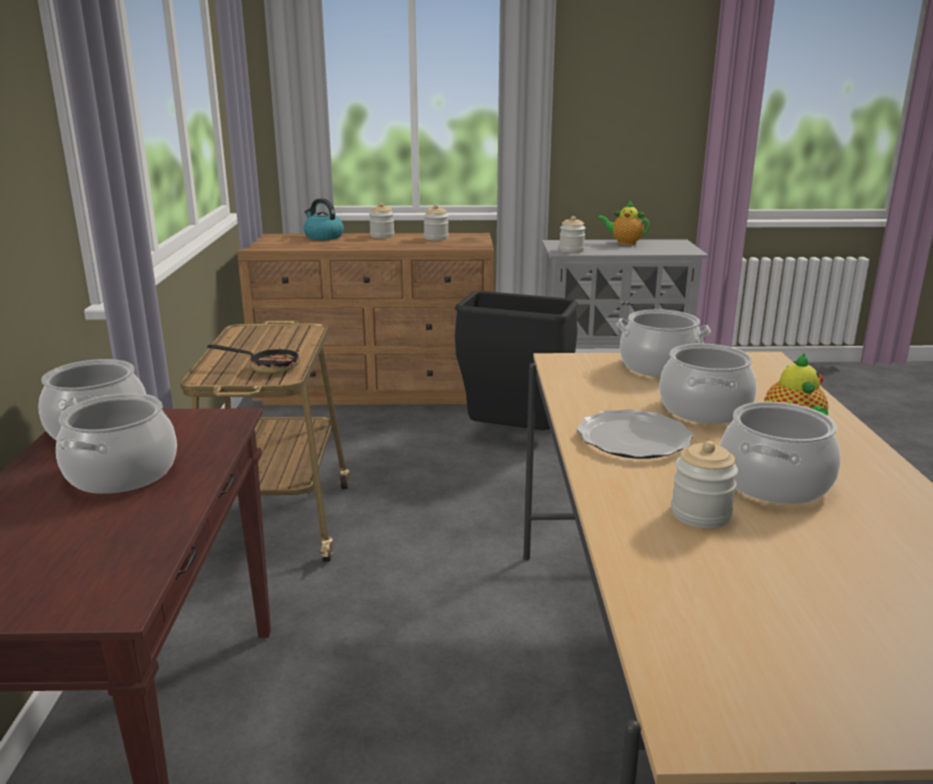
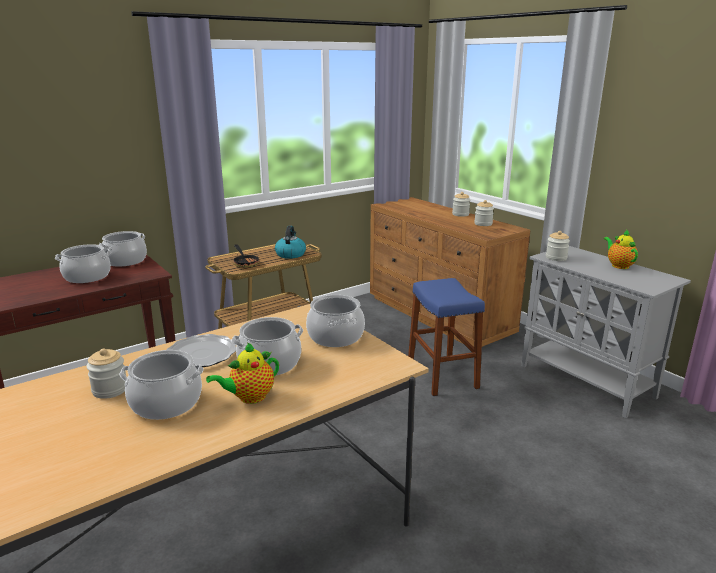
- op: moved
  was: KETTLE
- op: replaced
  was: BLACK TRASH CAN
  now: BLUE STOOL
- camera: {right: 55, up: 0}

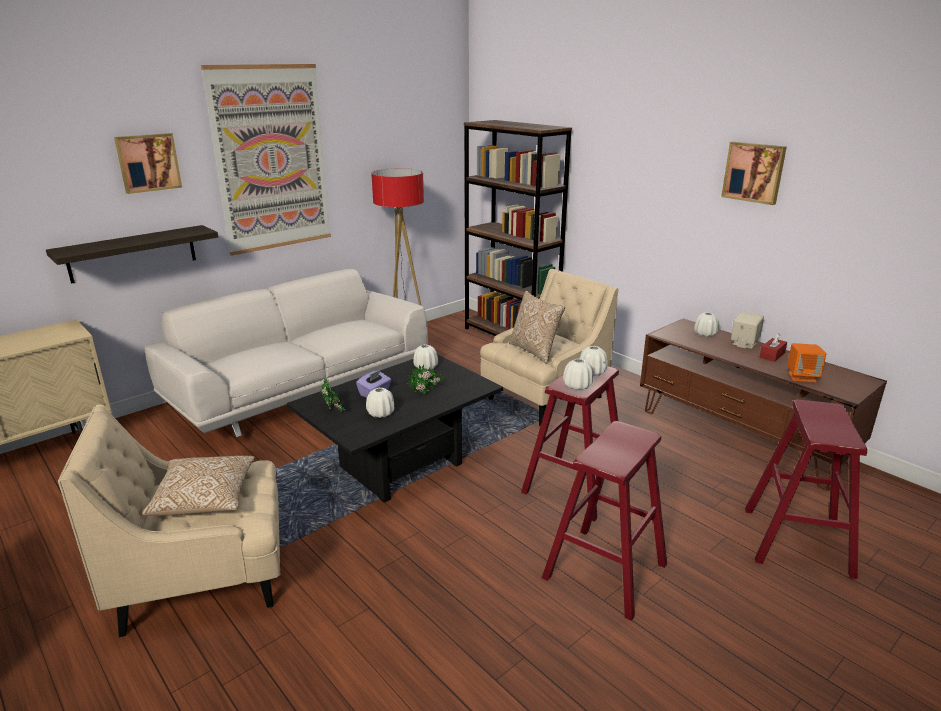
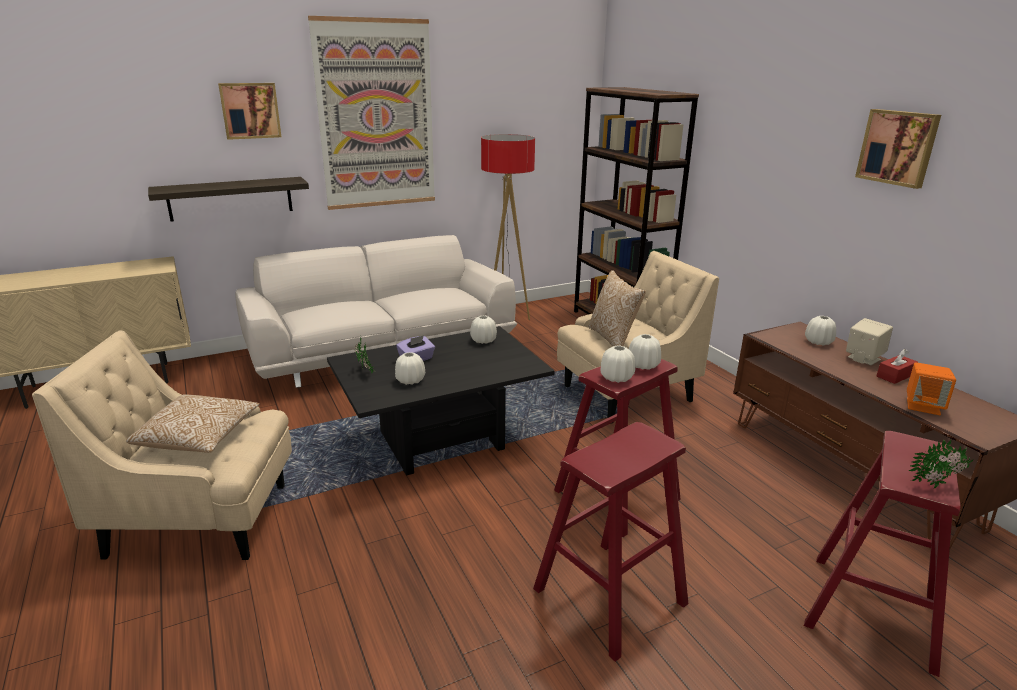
- op: moved
  was: POTTED PLANT (2nd from left)
- camera: {right: 15, up: 0}

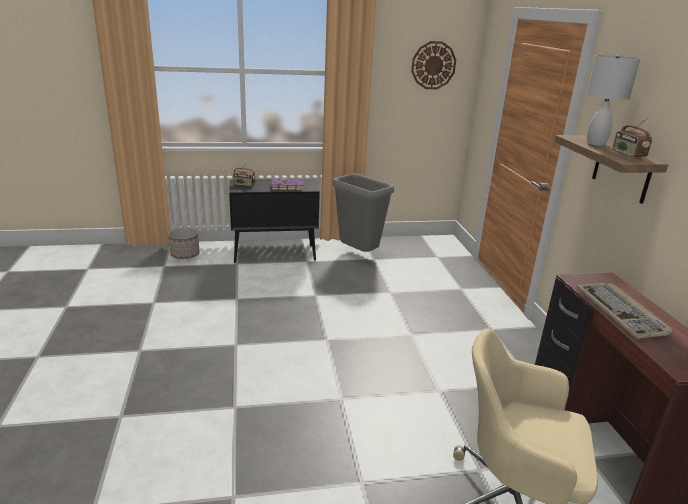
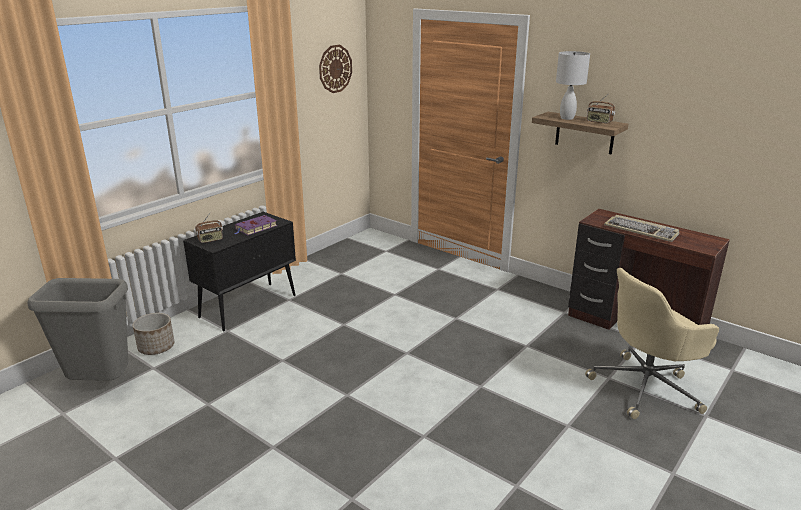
- op: moved
  was: GREY TRASH CAN
- camera: {right: -40, up: 0}

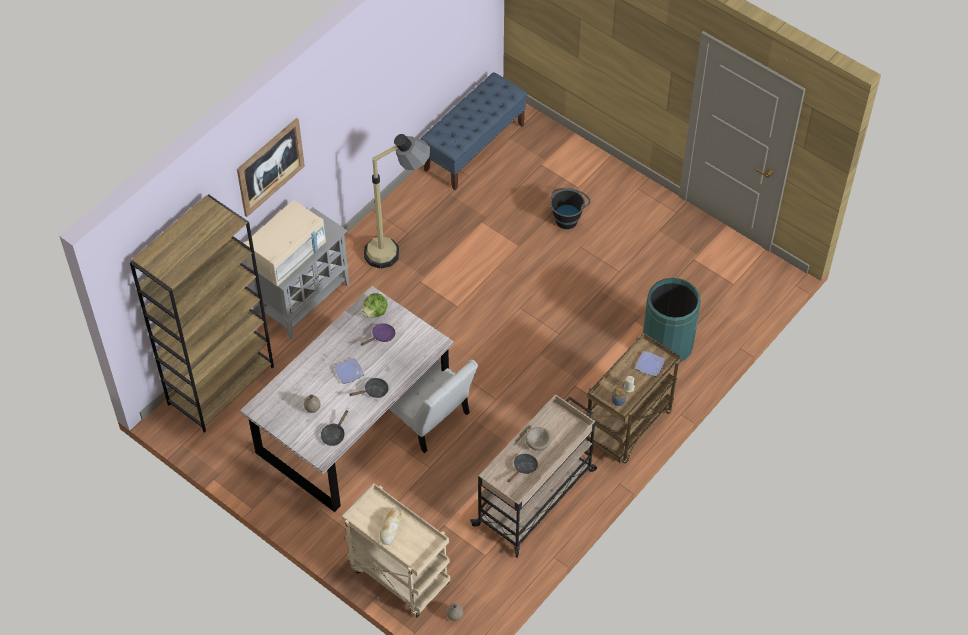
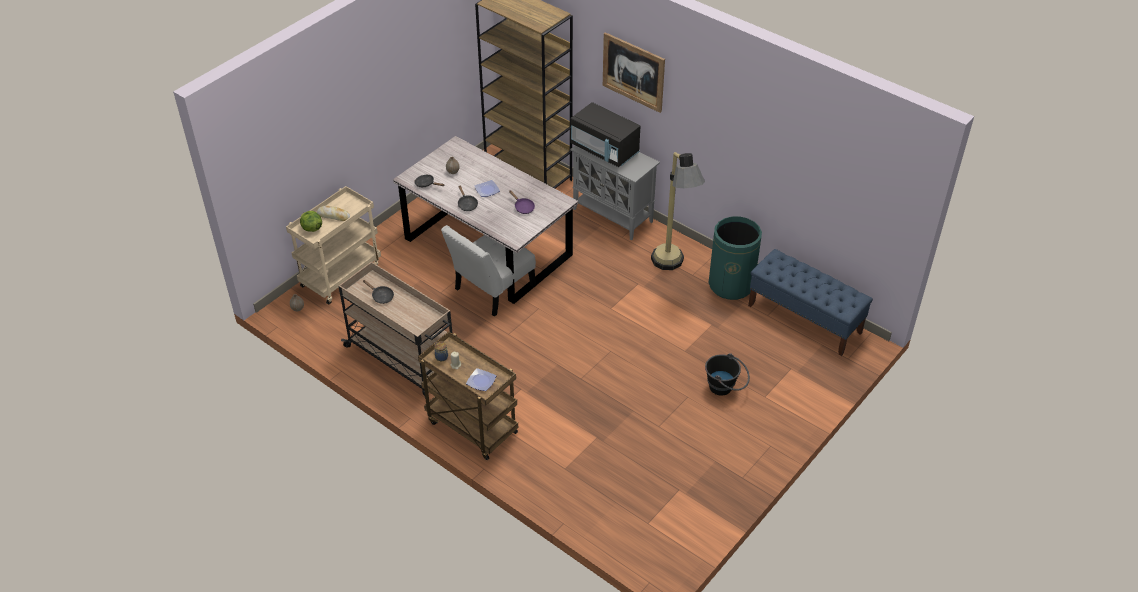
- op: moved
  was: LETTUCE
- op: recoloured
  was: BEIGE MICROWAVE
  now: BLACK MICROWAVE
- op: moved
  was: GREEN TRASH CAN
- op: removed
  was: BEIGE BOWL
- camera: {right: 90, up: -10}

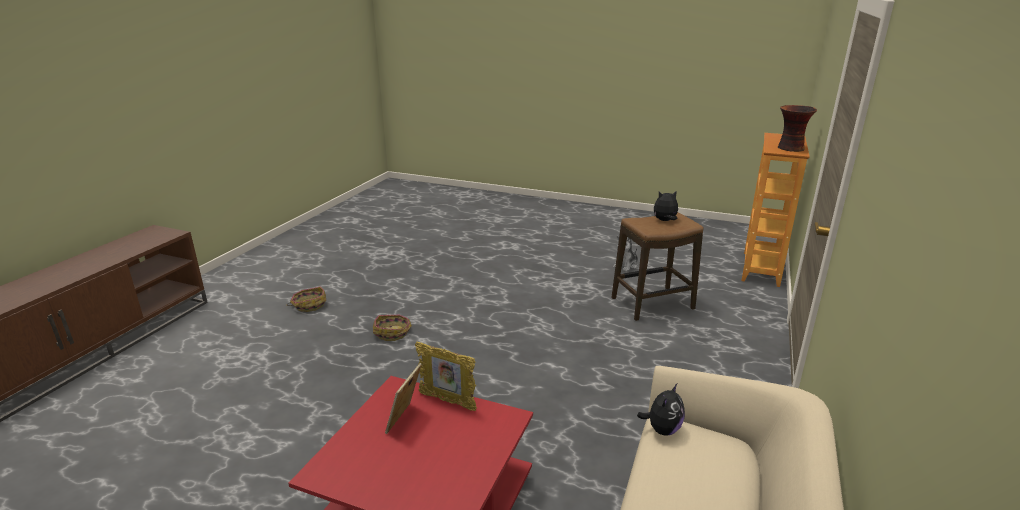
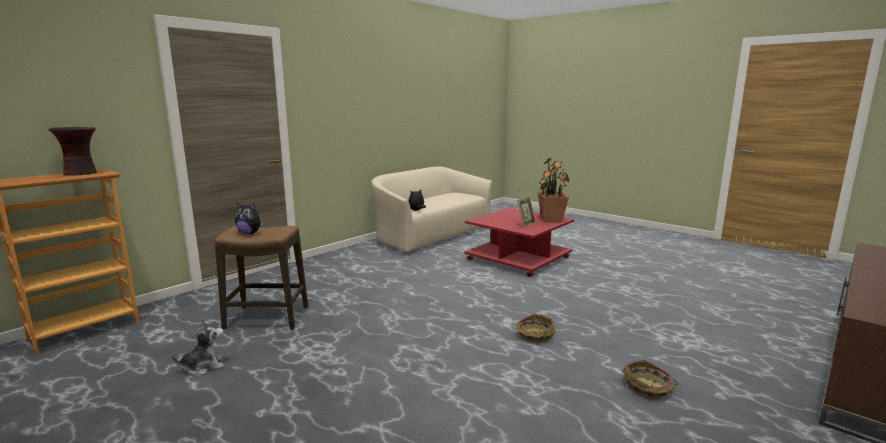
- op: added
  now: POTTED PLANT
- op: removed
  was: PICTURE FRAME (2nd from left)
- camera: {right: -160, up: -10}

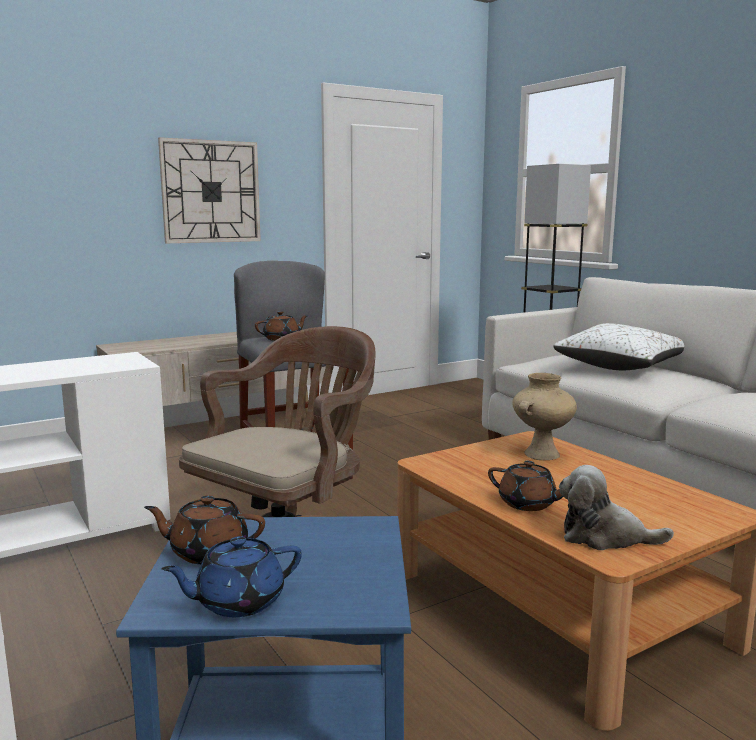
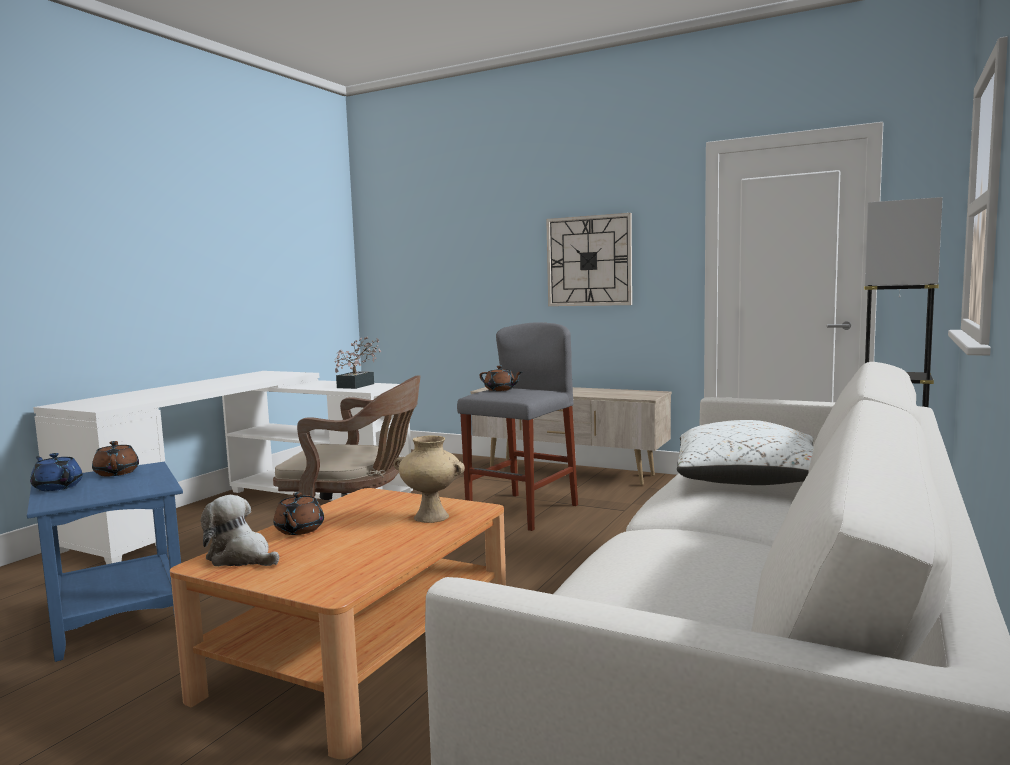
- op: turned
  was: PLUSH TOY
  clockwise: -45
- op: added
  now: POTTED PLANT
- camera: {right: 60, up: -5}

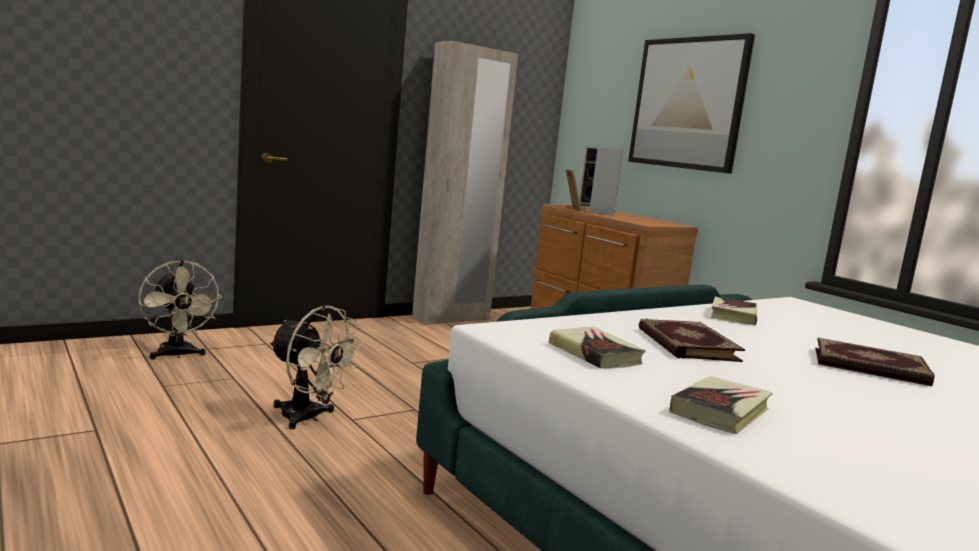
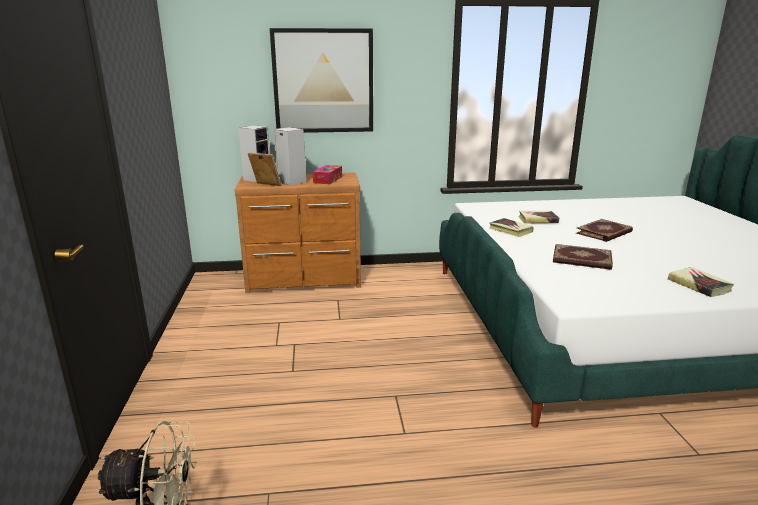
- op: added
  now: TISSUE BOX
- op: moved
  was: BOOK (1st from left in the first image)
  now: BOOK (2nd from left)
- op: removed
  was: BEIGE FAN (2nd from left)
- op: removed
  was: BEIGE WARDROBE
- camera: {right: -60, up: 10}

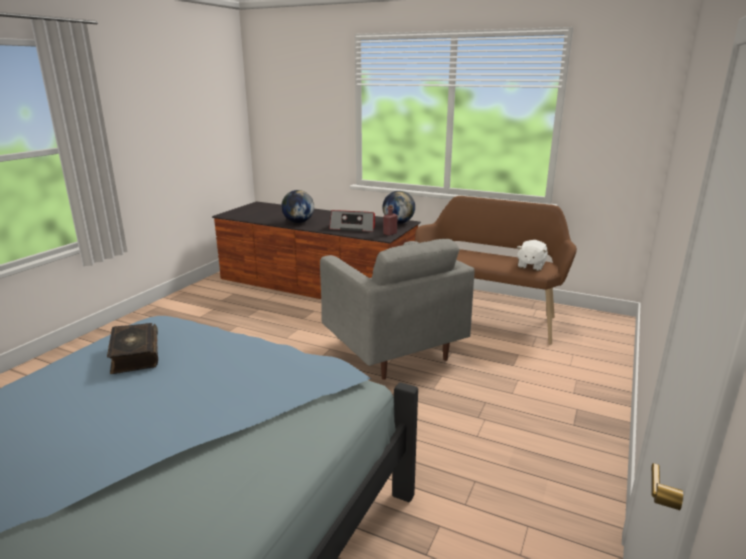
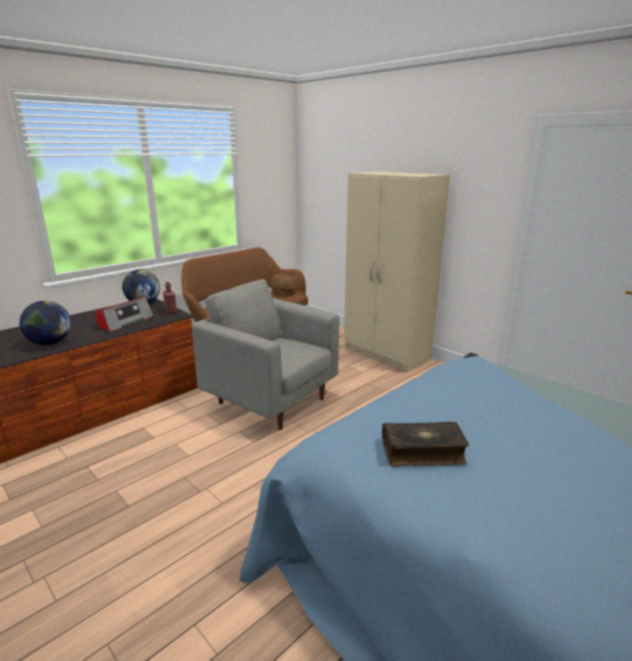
- op: turned
  was: GREY ARMCHAIR
  clockwise: -135
- op: recoloured
  was: WHITE PLUSH TOY
  now: BROWN PLUSH TOY
- op: added
  now: BEIGE WARDROBE
- camera: {right: -70, up: 0}

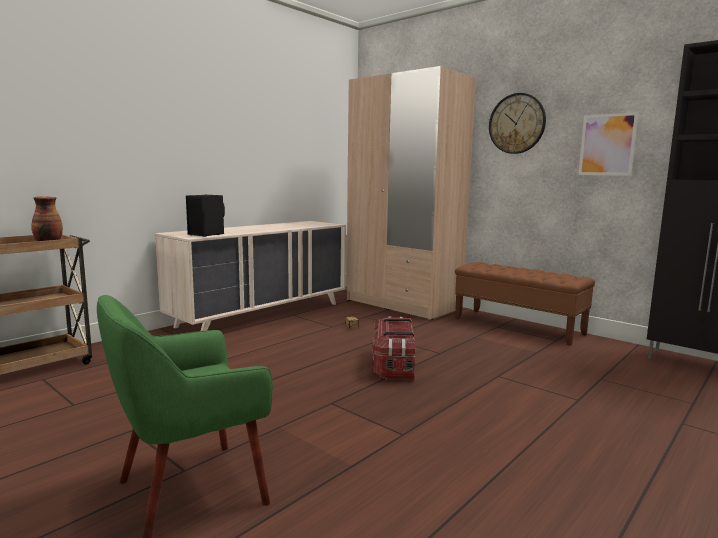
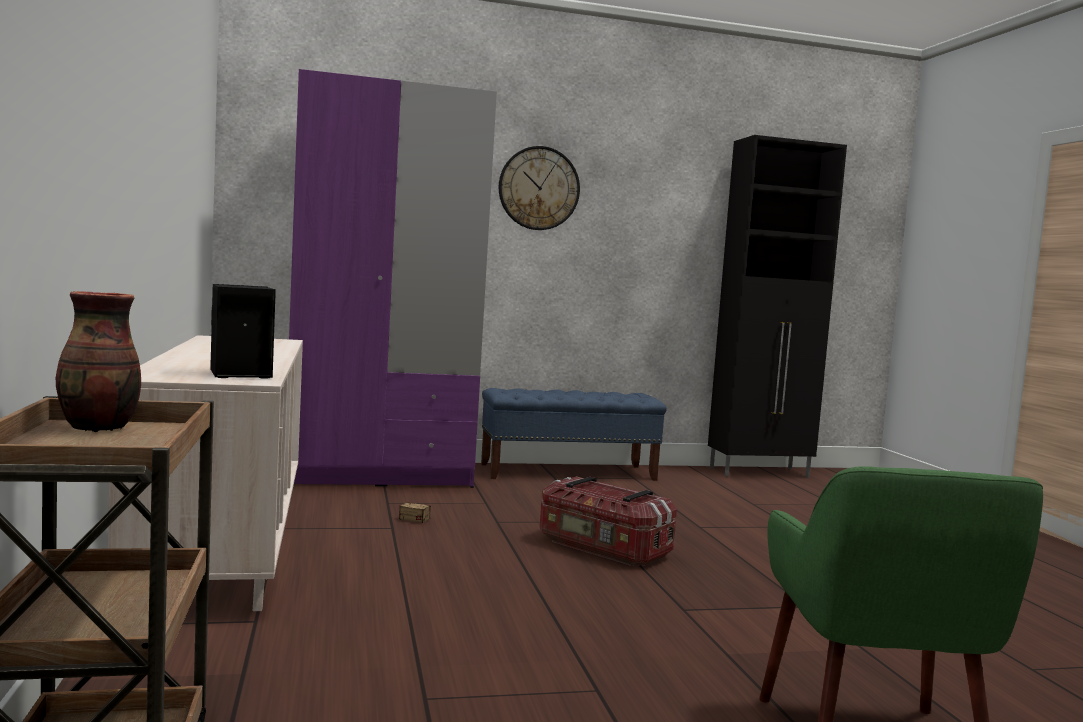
- op: recoloured
  was: BEIGE WARDROBE
  now: PURPLE WARDROBE
- op: recoloured
  was: BROWN BENCH
  now: BLUE BENCH
- op: removed
  was: PICTURE
- camera: {right: -55, up: -5}

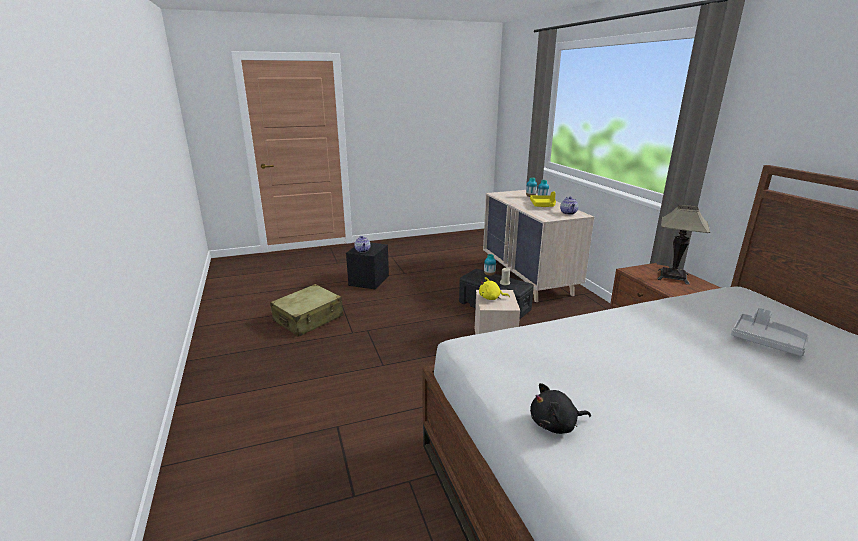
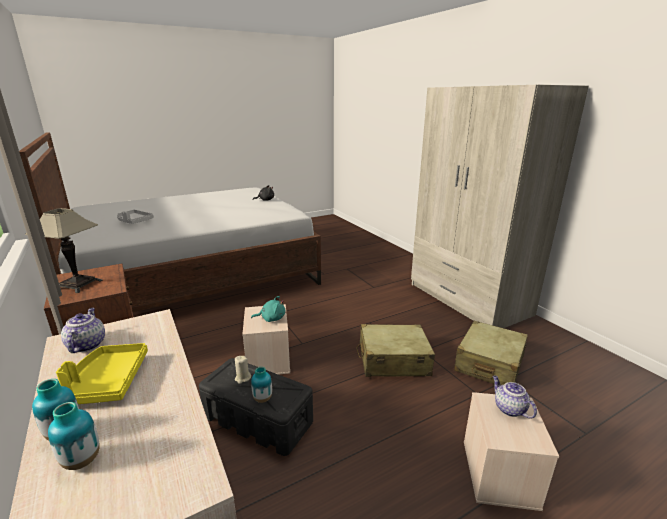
- op: recoloured
  was: YELLOW PLUSH TOY
  now: TURQUOISE PLUSH TOY
- op: added
  now: BEIGE SUITCASE (1st from left)
- op: added
  now: BEIGE WARDROBE
- op: recoloured
  was: BLACK STORAGE BOX (1st from left)
  now: BEIGE STORAGE BOX (2nd from left)
- camera: {right: 170, up: 0}

